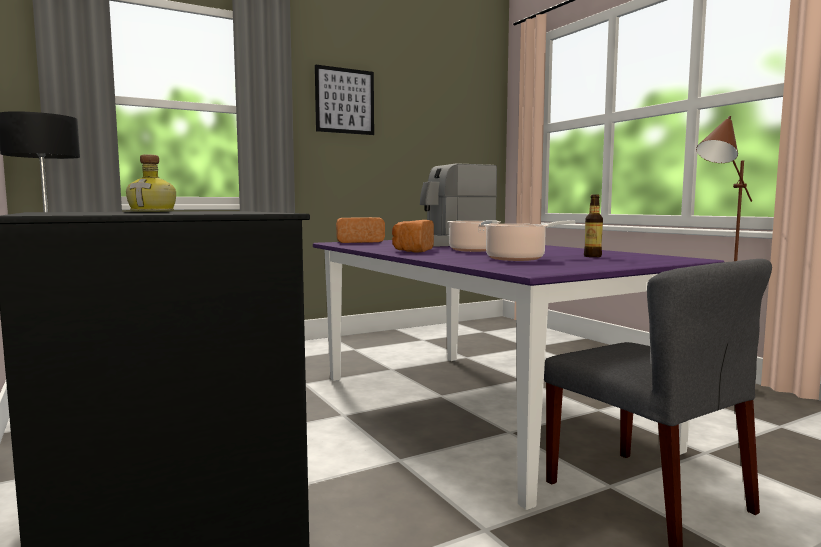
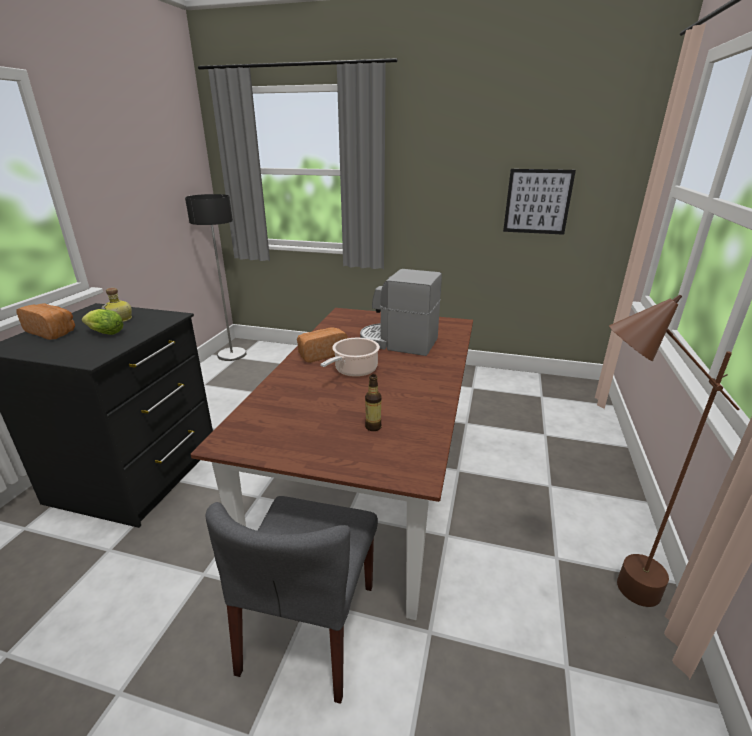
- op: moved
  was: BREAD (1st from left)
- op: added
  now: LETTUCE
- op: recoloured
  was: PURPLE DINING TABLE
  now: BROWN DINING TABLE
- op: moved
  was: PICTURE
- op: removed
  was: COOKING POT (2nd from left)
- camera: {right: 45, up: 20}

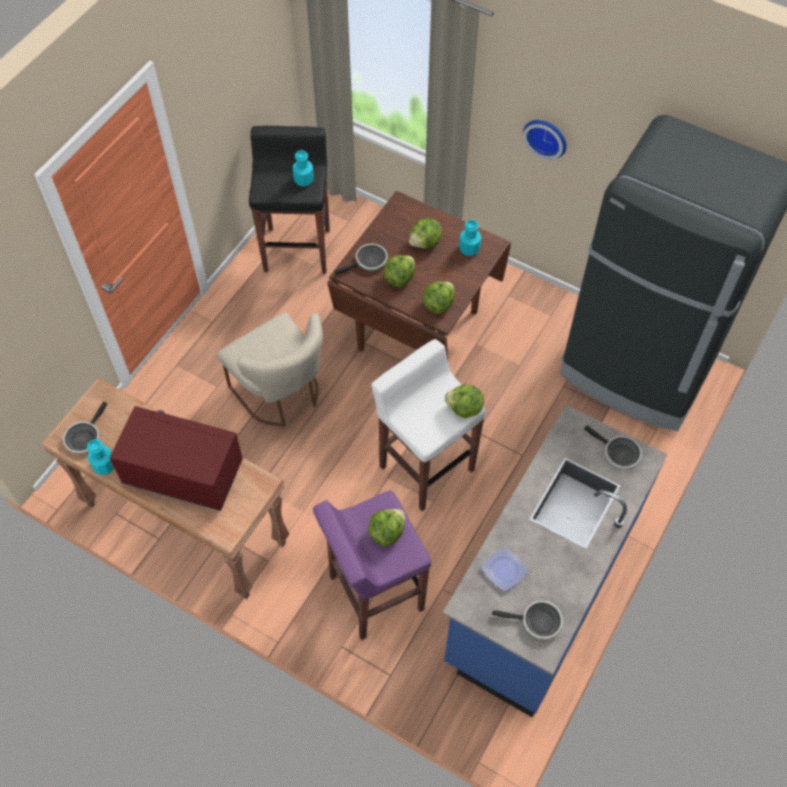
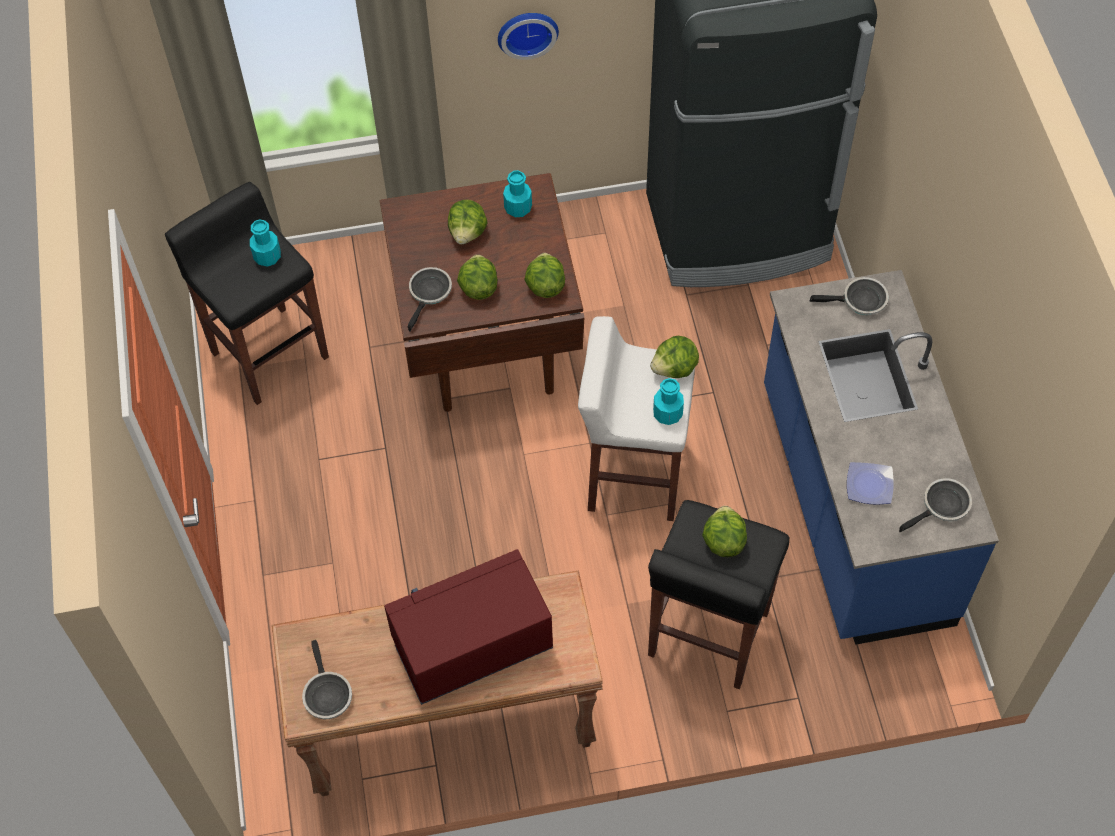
- op: recoloured
  was: PURPLE STOOL
  now: BLACK STOOL (2nd from left)
- op: moved
  was: TURQUOISE BOTTLE (1st from left in the first image)
  now: TURQUOISE BOTTLE (3rd from left)
- op: removed
  was: BEIGE CHAIR
- camera: {right: -40, up: 0}

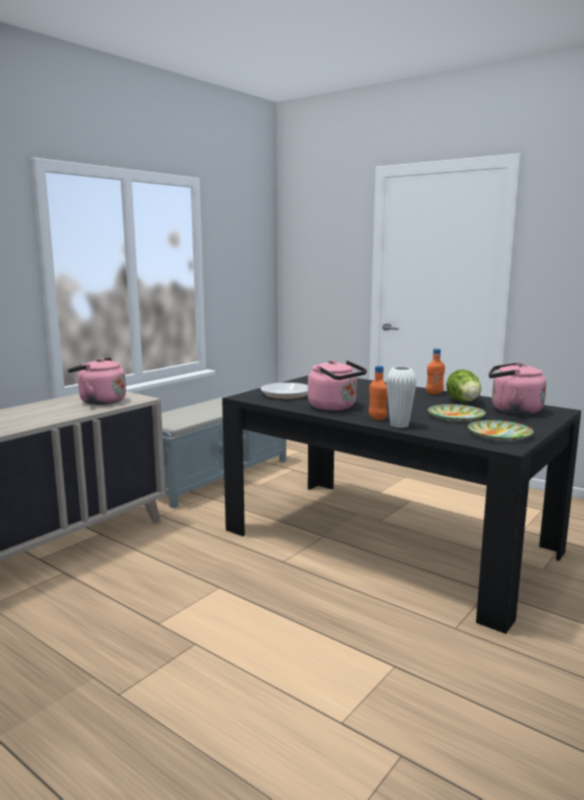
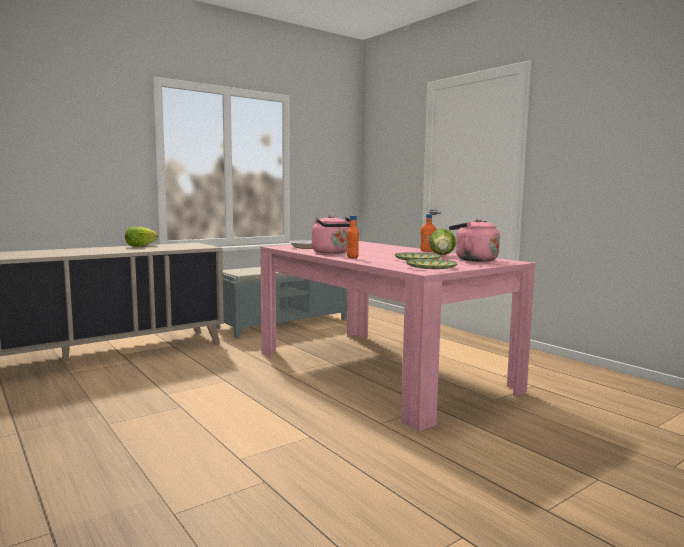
- op: added
  now: LETTUCE (1st from left)
- op: recoloured
  was: BLACK DINING TABLE
  now: PINK DINING TABLE
- op: removed
  was: PINK KETTLE (1st from left)
- op: removed
  was: WHITE VASE
- camera: {right: 15, up: -5}

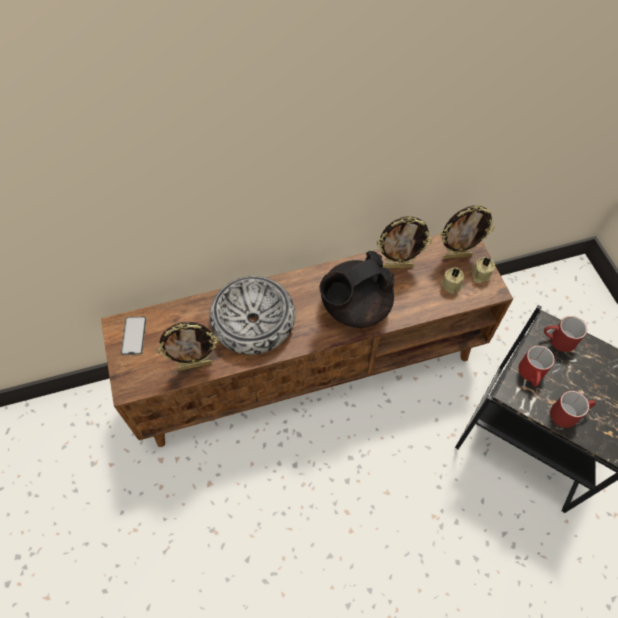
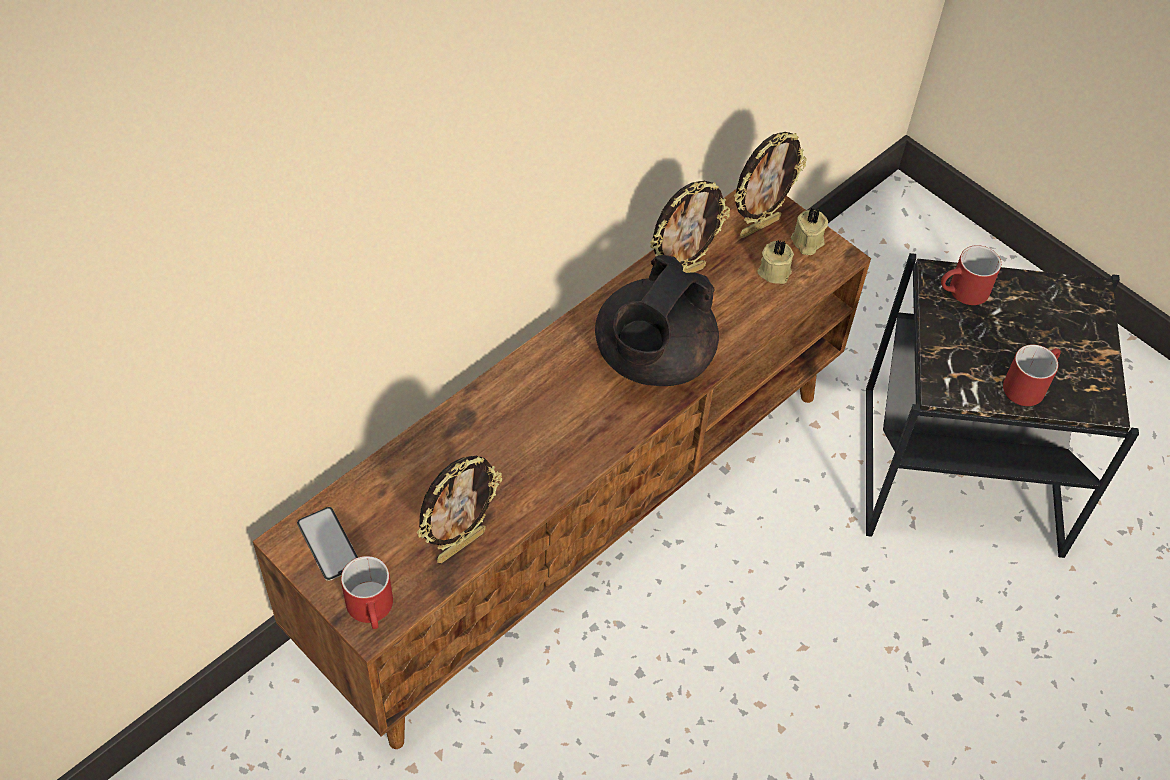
- op: moved
  was: RED MUG (1st from left)
- op: removed
  was: BOWL
- camera: {right: -30, up: -5}

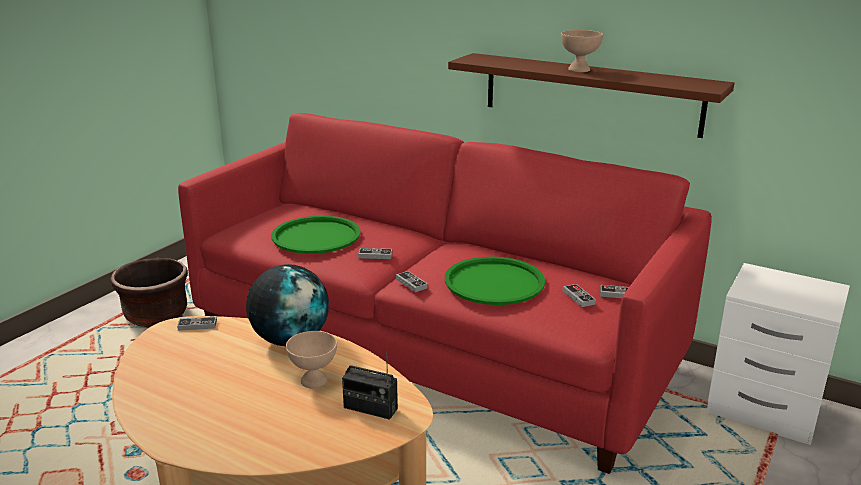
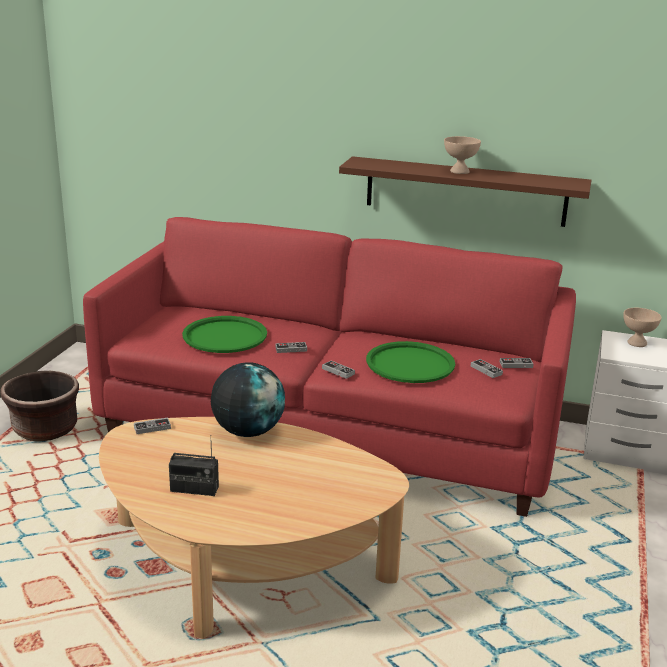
- op: moved
  was: RADIO
- op: moved
  was: BEIGE BOWL (1st from left in the first image)
  now: BEIGE BOWL (2nd from left)
- camera: {right: -15, up: 0}

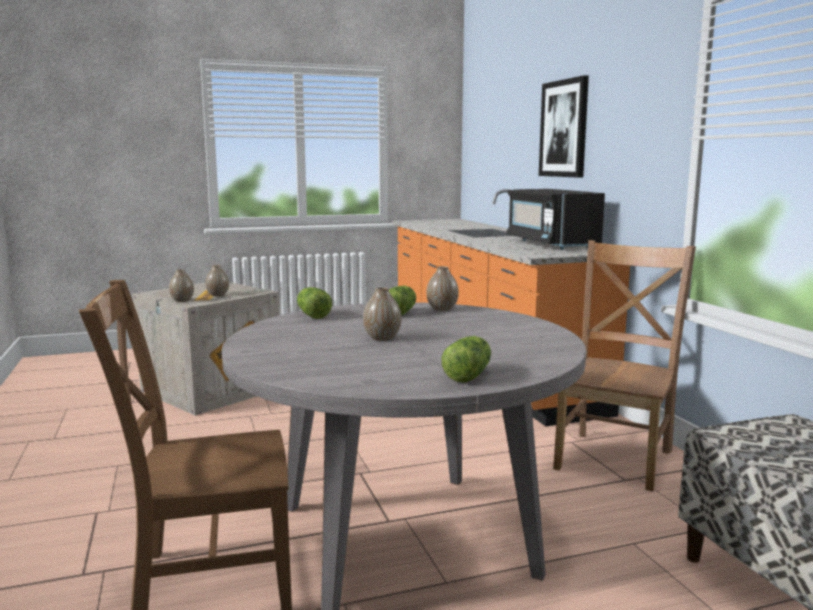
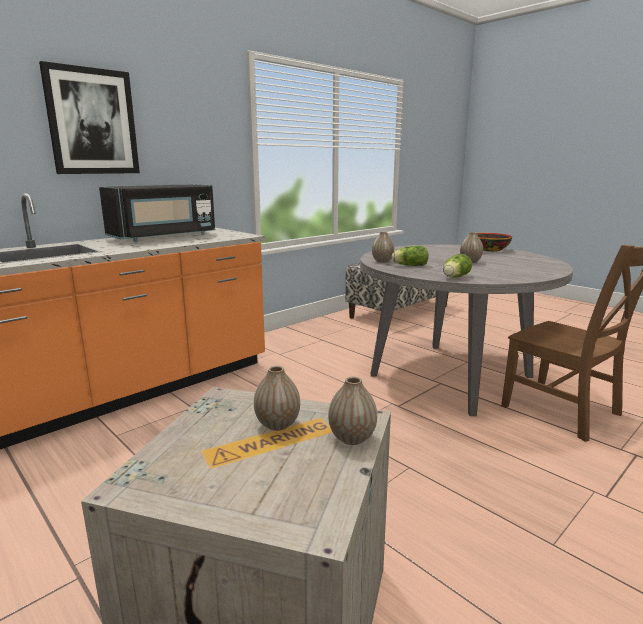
- op: replaced
  was: LETTUCE (3rd from left)
  now: BOWL
- op: removed
  was: BROWN CHAIR (2nd from left)
- camera: {right: -115, up: 5}

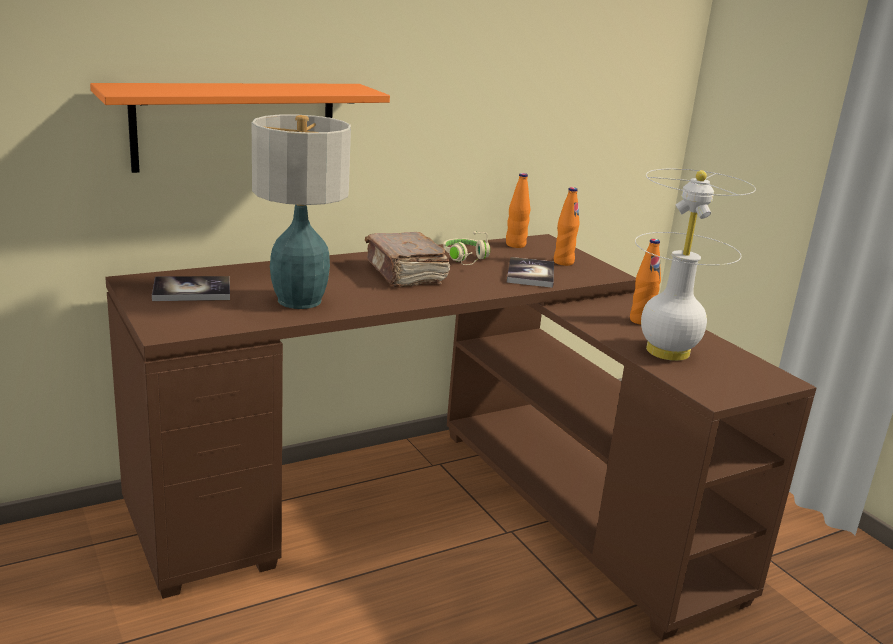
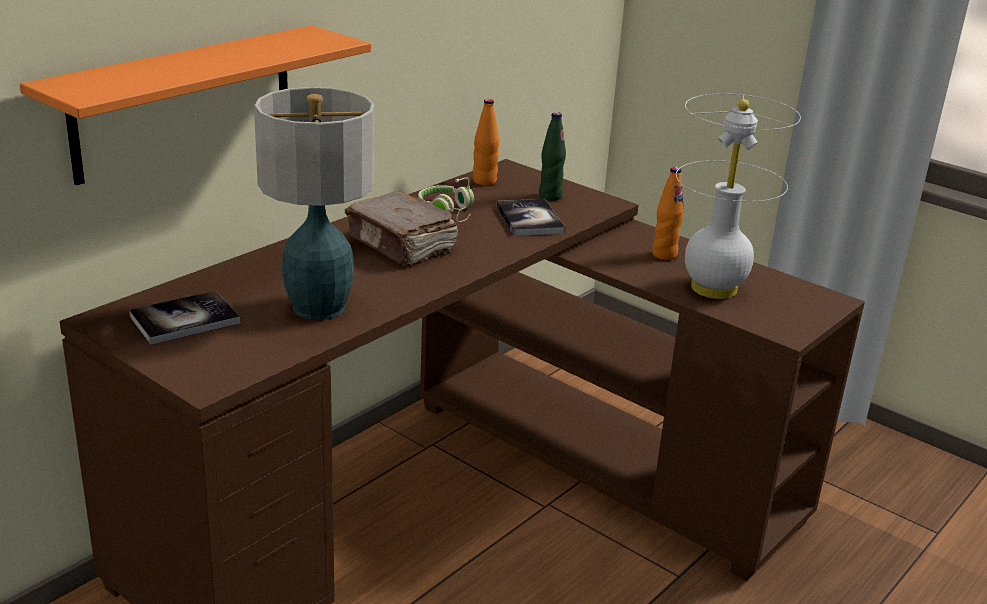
- op: recoloured
  was: ORANGE BOTTLE (2nd from left)
  now: GREEN BOTTLE
- camera: {right: -20, up: 5}

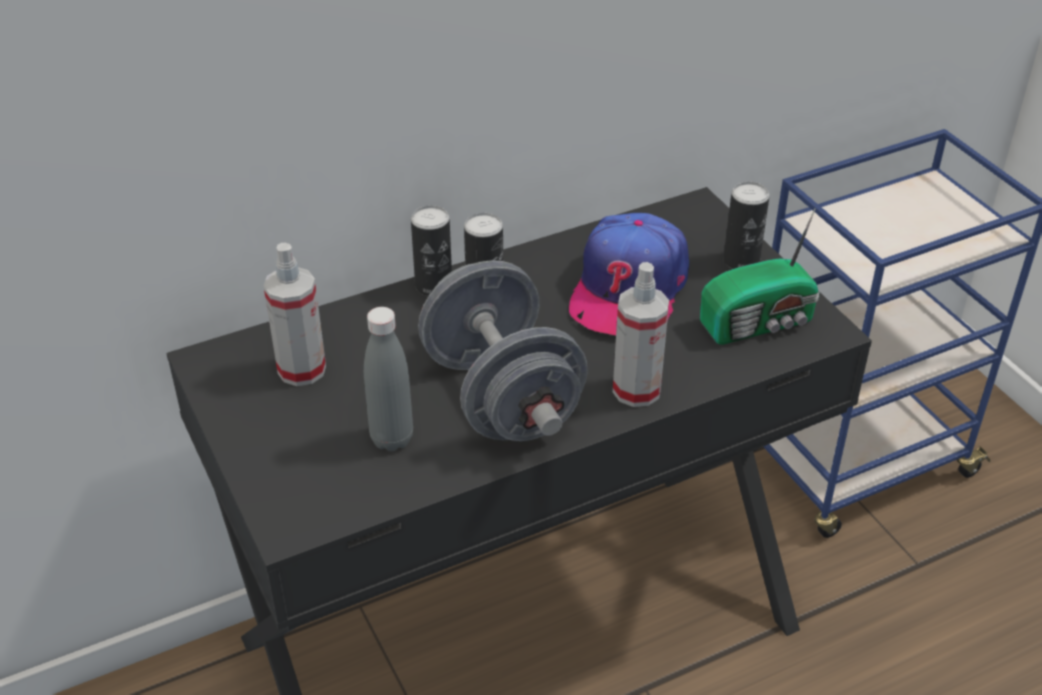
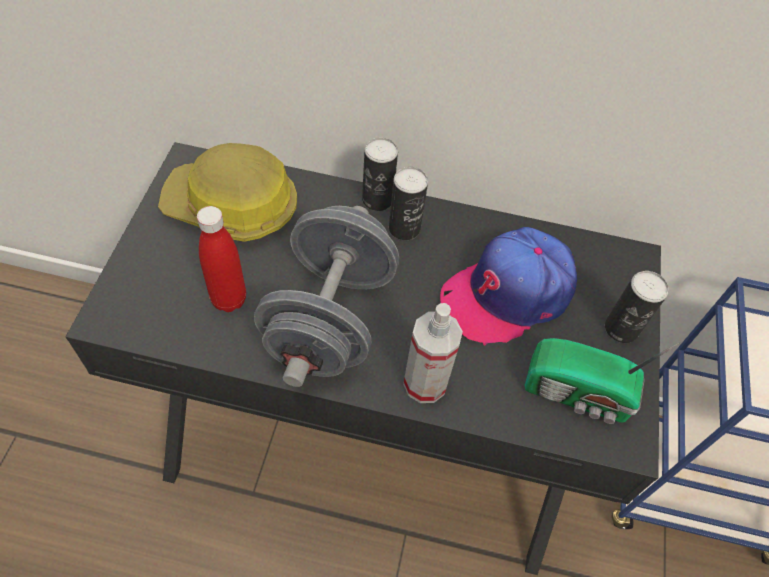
- op: replaced
  was: SPRAY BOTTLE (1st from left)
  now: HARD HAT
- op: recoloured
  was: GREY BOTTLE
  now: RED BOTTLE
- camera: {right: 35, up: 15}

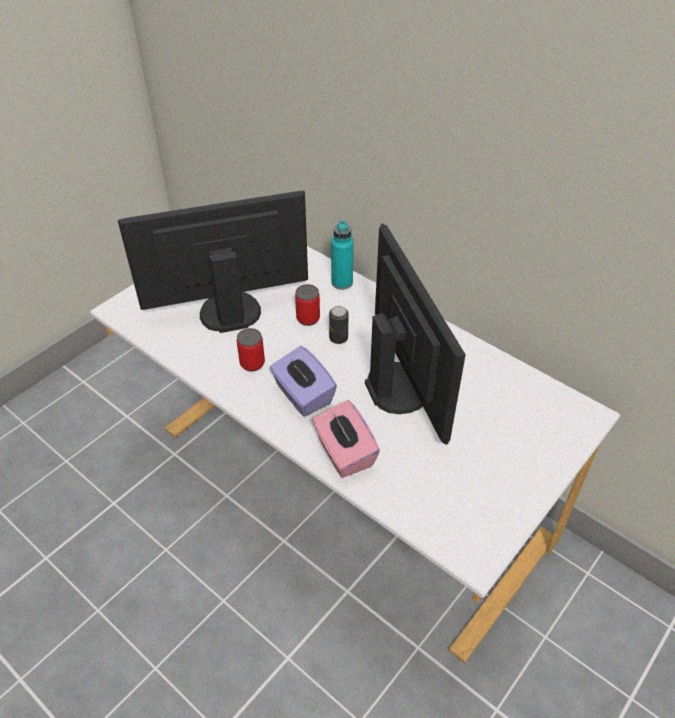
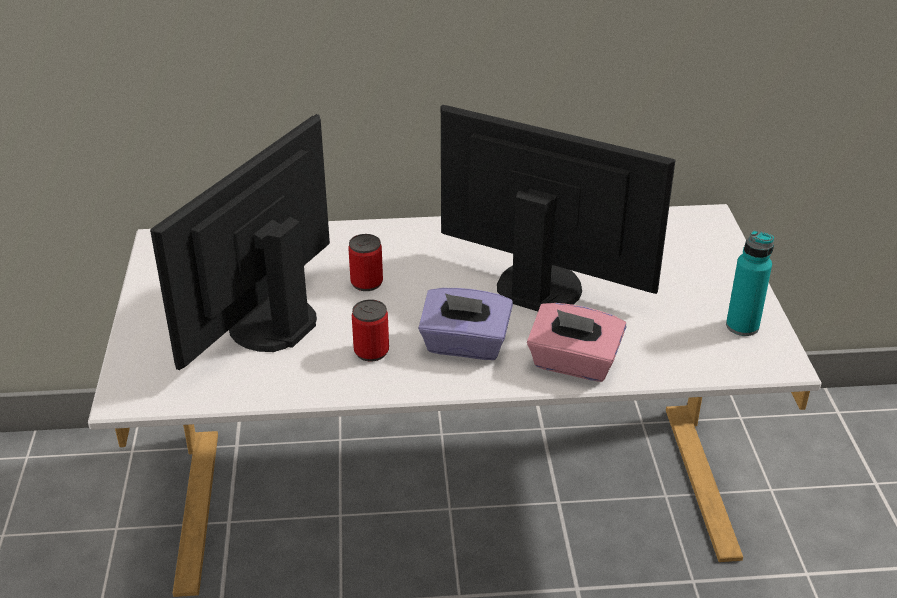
- op: moved
  was: TURQUOISE BOTTLE
- op: removed
  was: CAN (3rd from left)
- camera: {right: -45, up: -10}

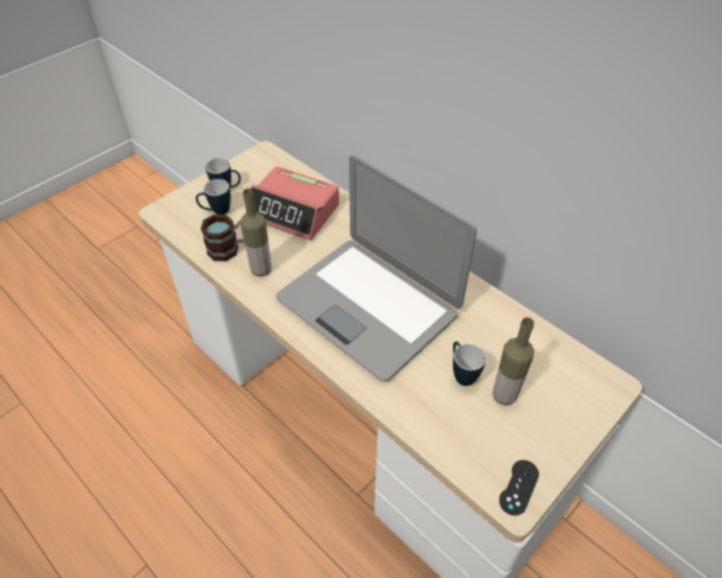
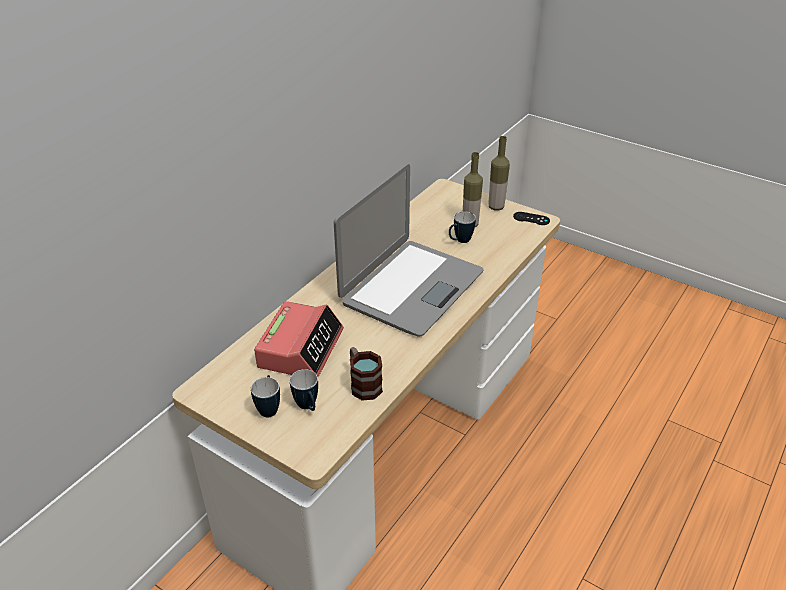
- op: moved
  was: BOTTLE (1st from left in the first image)
  now: BOTTLE (2nd from left)
- camera: {right: -100, up: -10}

